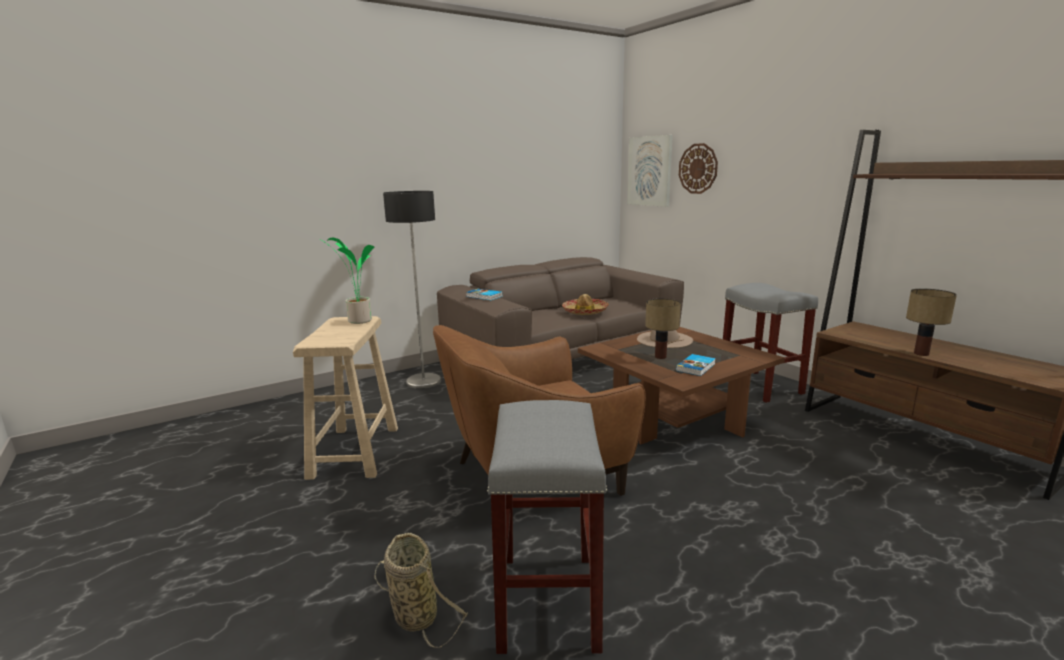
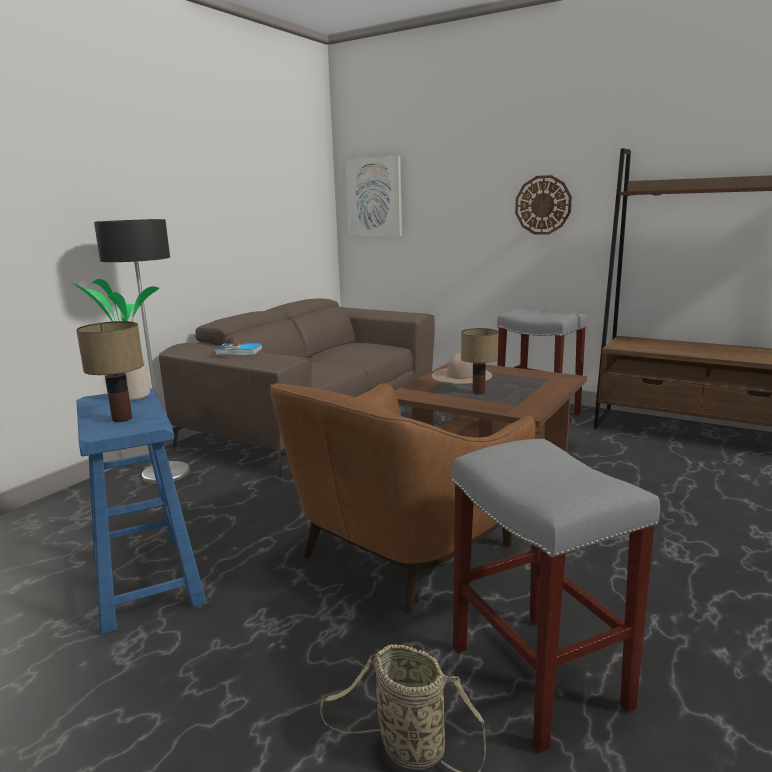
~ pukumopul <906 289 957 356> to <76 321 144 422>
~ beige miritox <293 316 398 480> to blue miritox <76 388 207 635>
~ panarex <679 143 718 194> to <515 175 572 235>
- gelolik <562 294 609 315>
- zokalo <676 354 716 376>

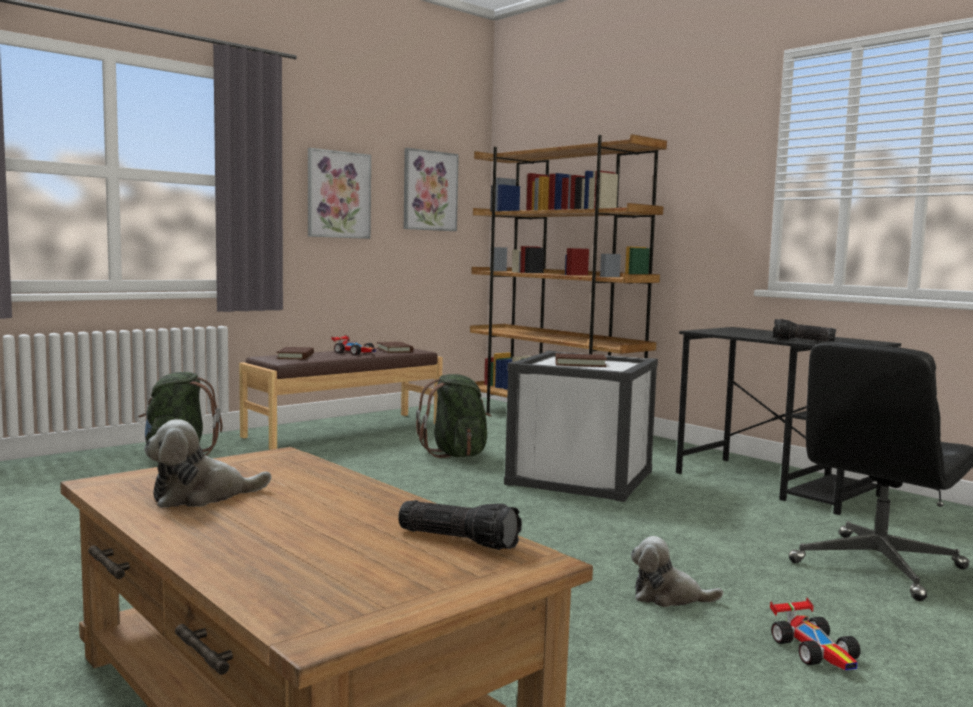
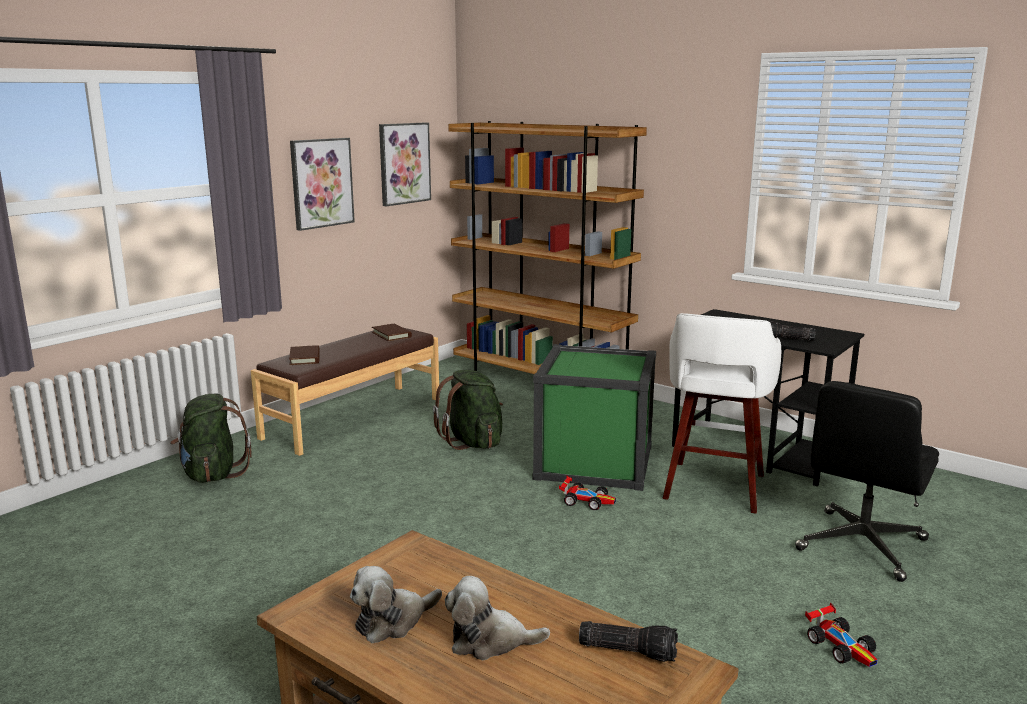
~ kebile <631 536 723 607> to <445 576 550 660>
~ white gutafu <504 350 658 502> to green gutafu <533 344 656 491>
~ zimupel <331 335 376 355> to <559 475 616 510>
+ white miritox <663 313 781 513>
- brown zokalo <555 353 607 367>

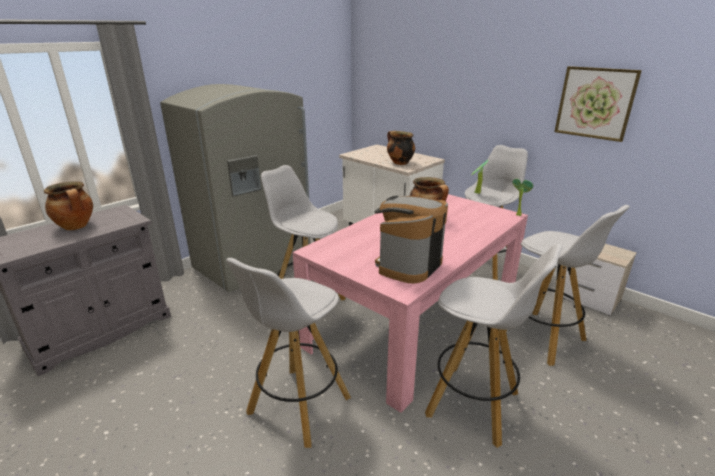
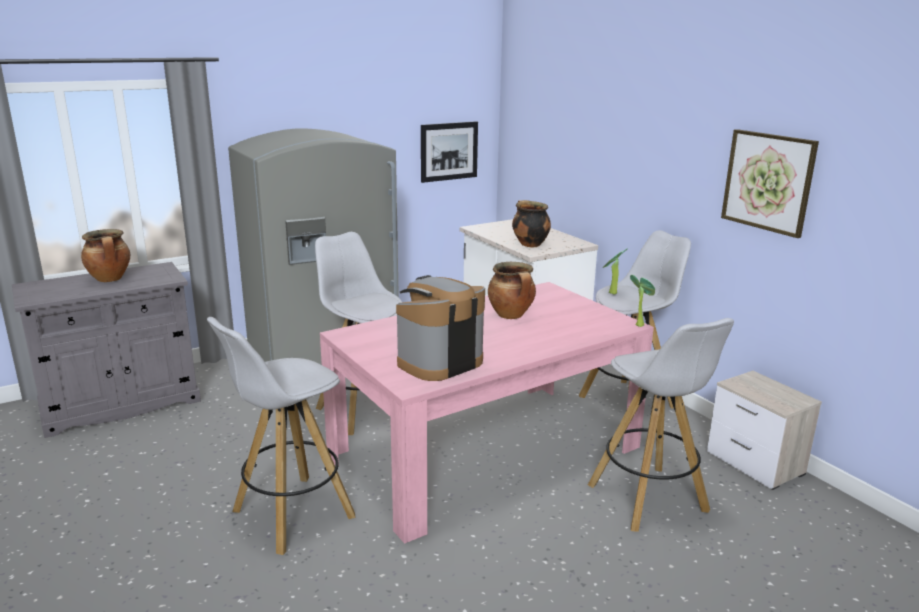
+ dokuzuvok <421 121 478 183>
- white miritox <425 244 562 448>

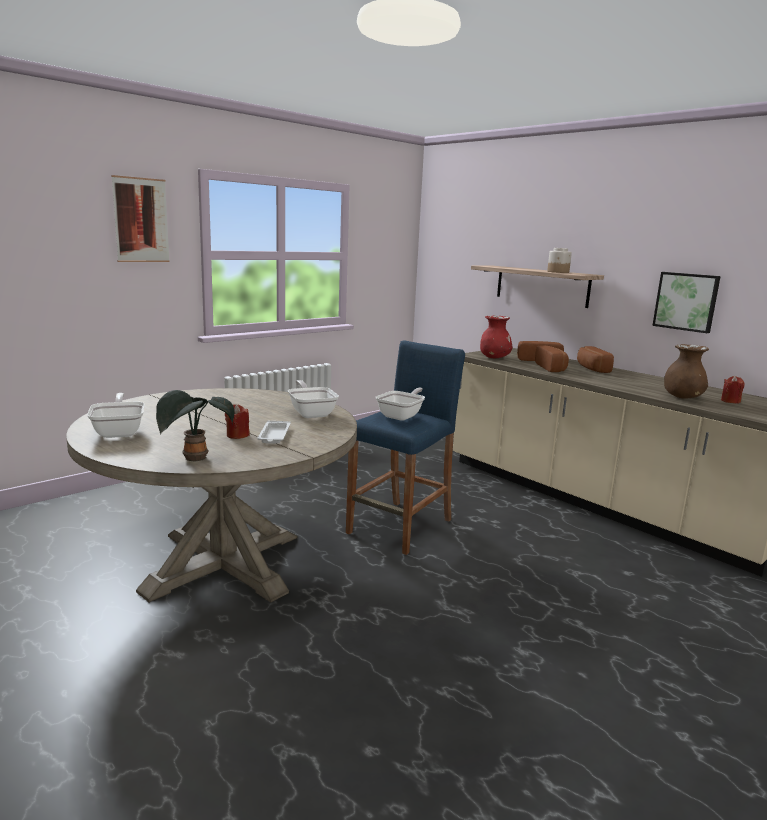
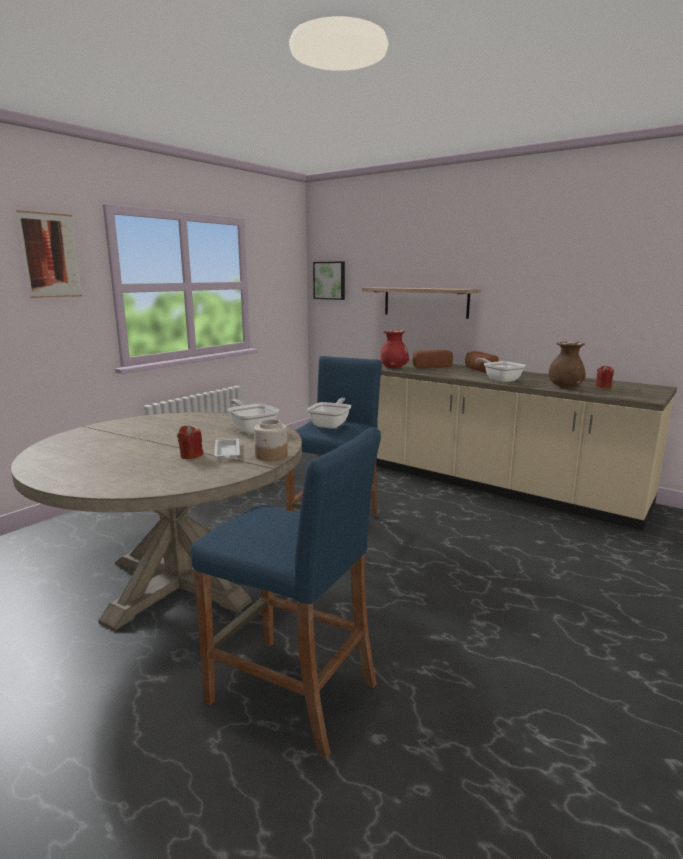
+ blue miritox <190 427 381 759>
~ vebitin <547 248 572 273> to <254 419 288 461>
~ dokuzuvok <652 272 721 333> to <313 261 345 300>
~ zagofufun <87 393 144 438> to <476 358 526 382>
- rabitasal <156 390 234 461>
- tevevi <535 346 569 372>

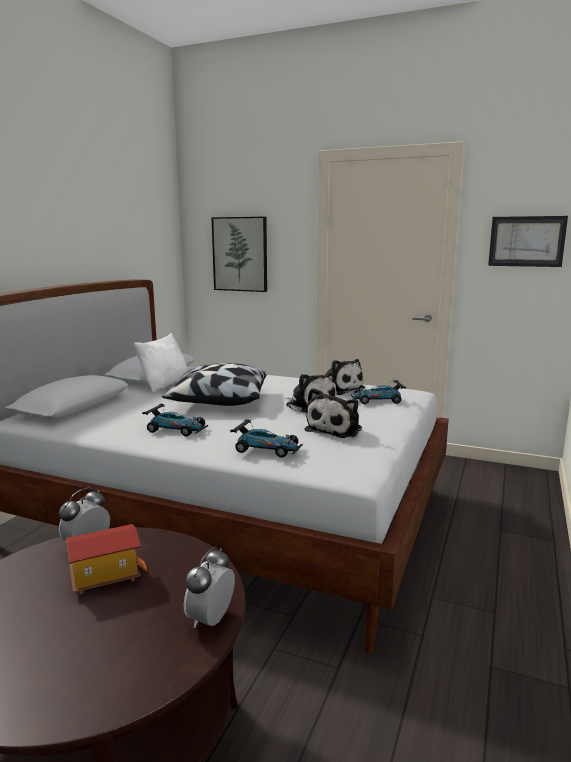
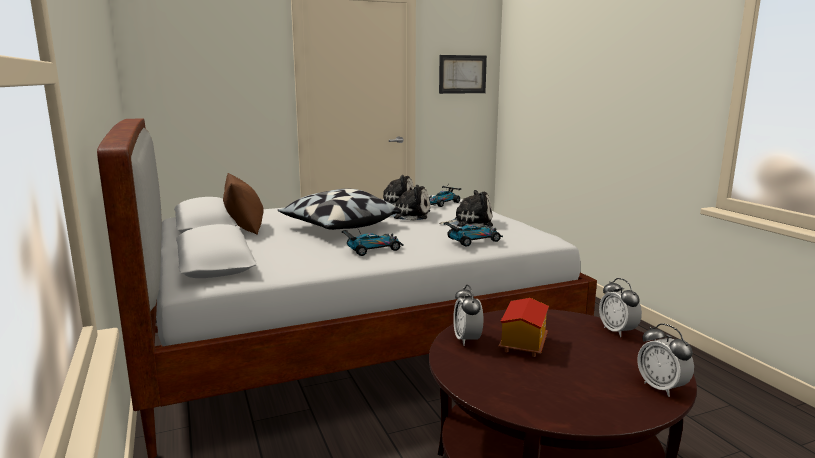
~ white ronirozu <134 333 187 392> to brown ronirozu <223 173 264 235>
~ kebile <304 388 362 438> = <439 190 493 228> 75 degrees counterclockwise
+ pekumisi <637 323 694 397>
- dokuzuvok <211 217 267 292>

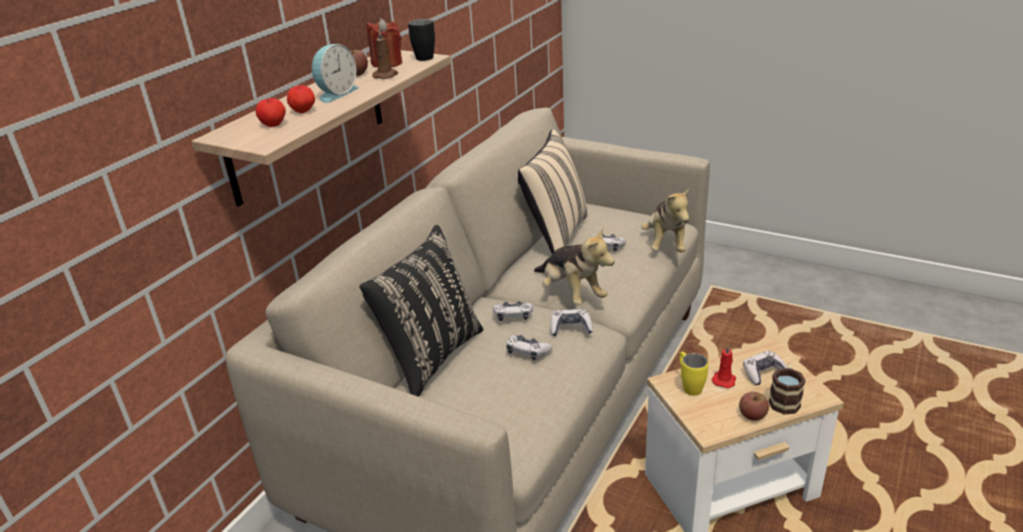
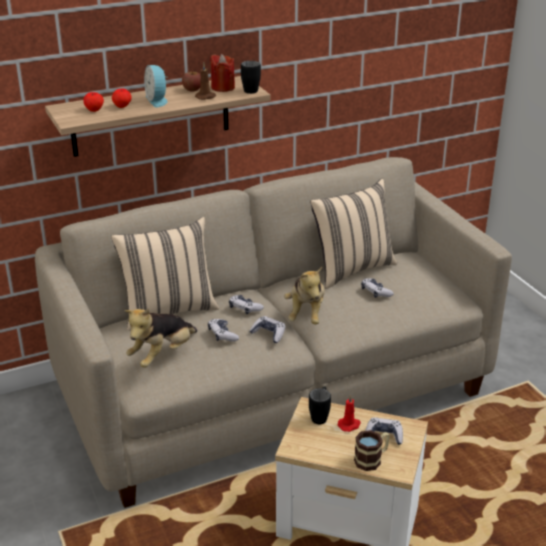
~ black ronirozu <359 225 483 397> to beige ronirozu <111 217 220 331>
~ kebile <641 187 690 252> to <124 309 197 368>
~ pekumisi <312 44 359 103> = <144 65 168 108> 90 degrees clockwise
~ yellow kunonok <680 352 709 396> to black kunonok <309 386 331 424>
- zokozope <739 392 769 421>

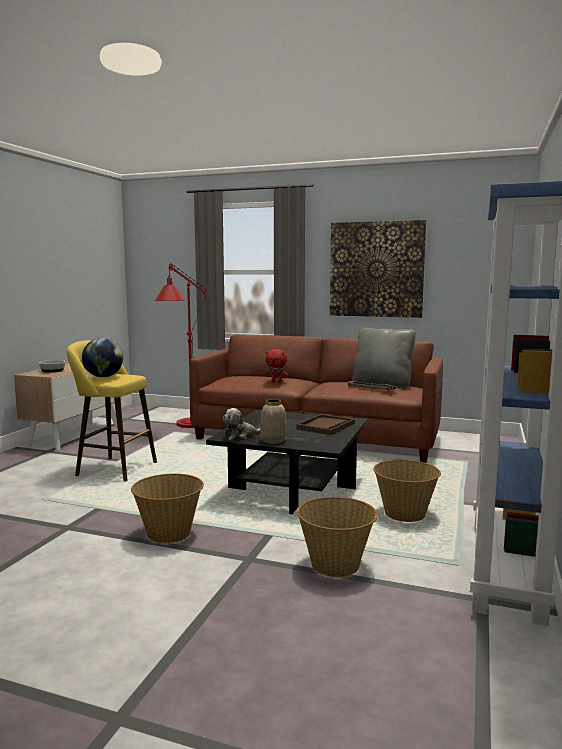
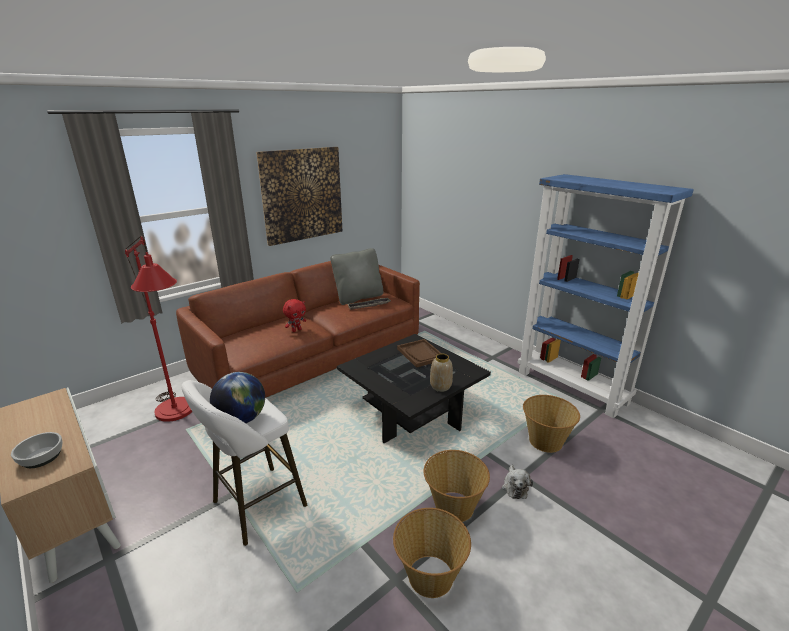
~ yellow miritox <67 340 157 481> to white miritox <181 380 307 546>
~ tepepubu <373 460 441 522> to <393 508 471 598>
~ kebile <222 408 260 441> to <502 465 533 499>

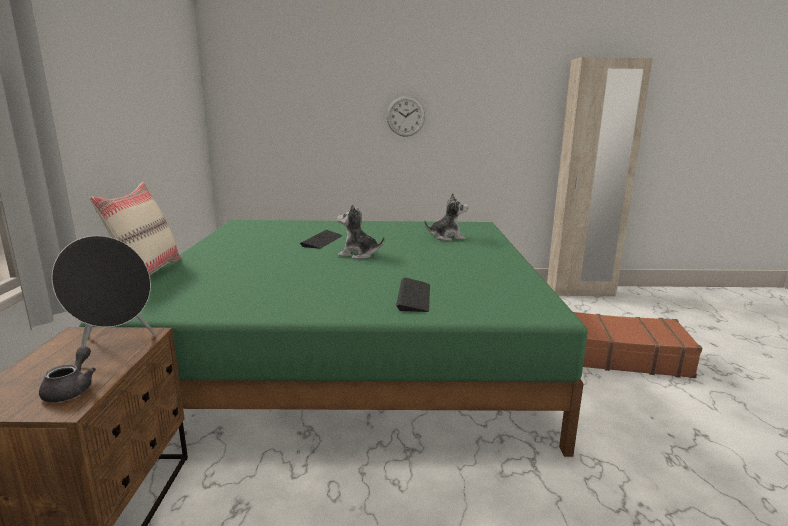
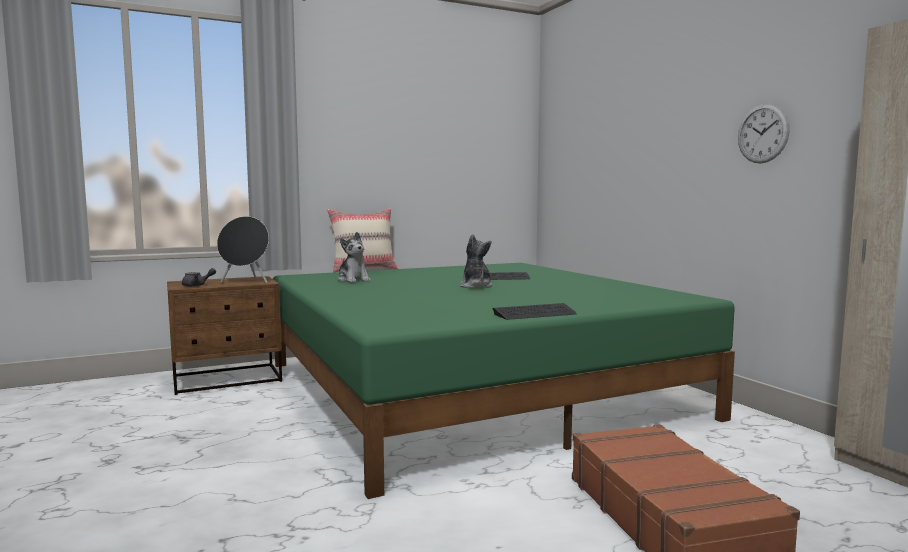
~ kebile <424 192 468 241> to <338 232 371 283>
~ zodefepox <396 277 430 312> to <492 303 577 320>
~ panarex <386 96 425 137> to <738 104 790 163>

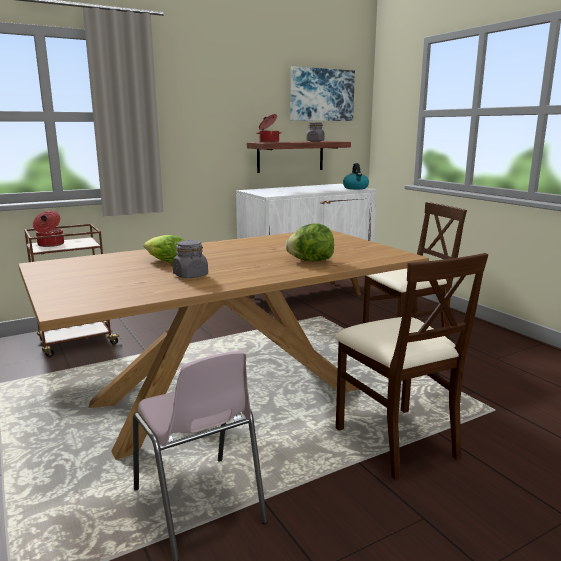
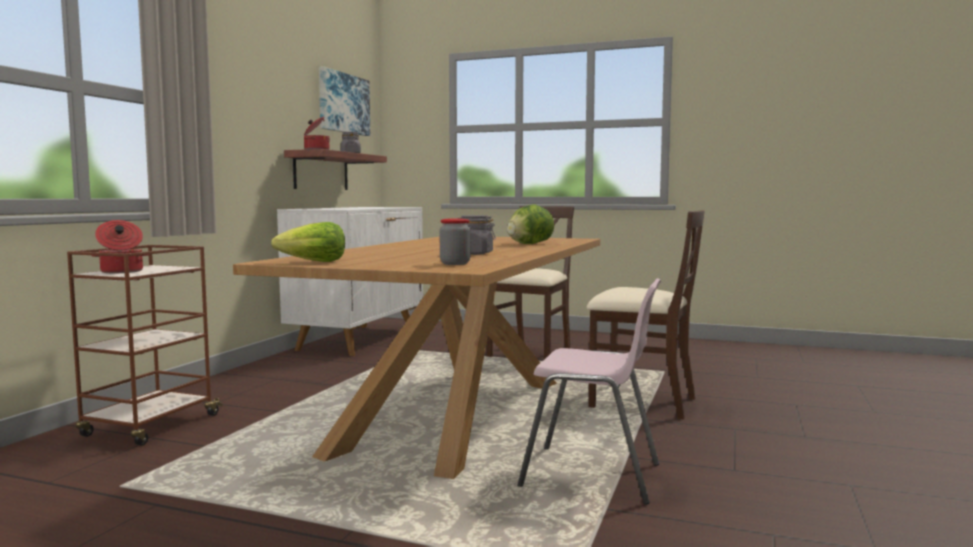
~ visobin <144 235 183 264> to <271 222 345 262>
+ vebitin <440 219 471 265>
- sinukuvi <343 163 369 189>

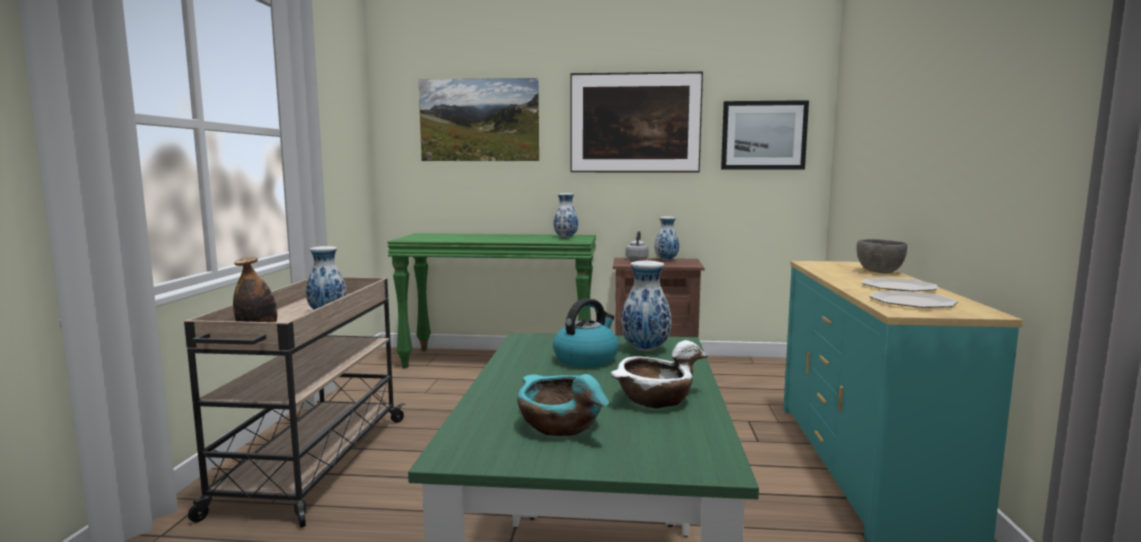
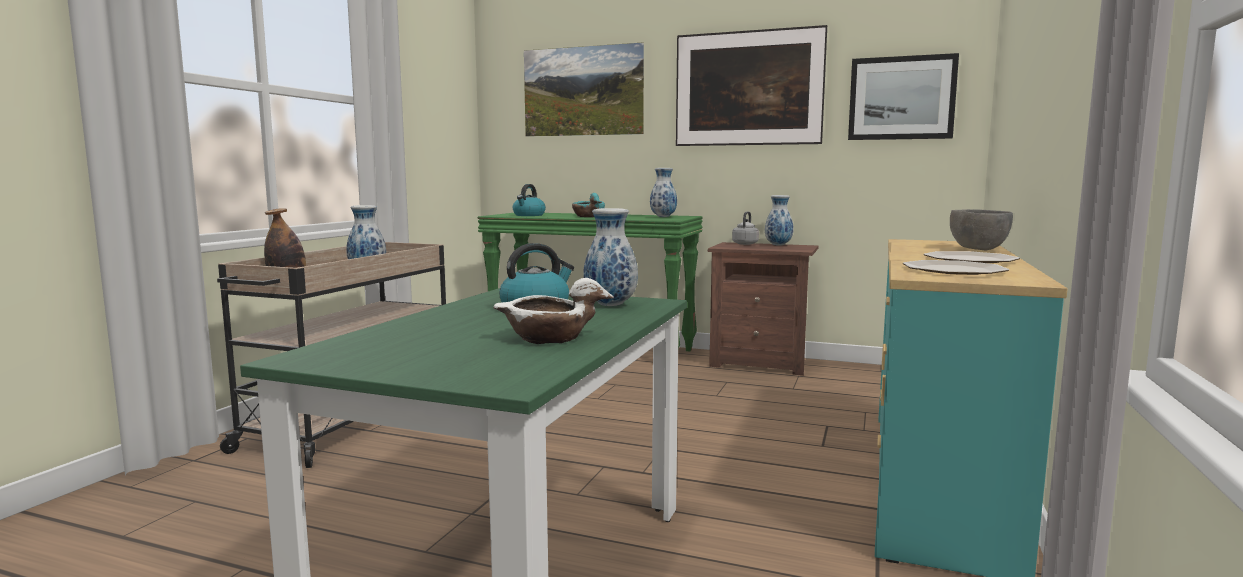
+ sinukuvi <513 184 546 216>
~ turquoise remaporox <517 374 609 436> to <572 193 605 217>

